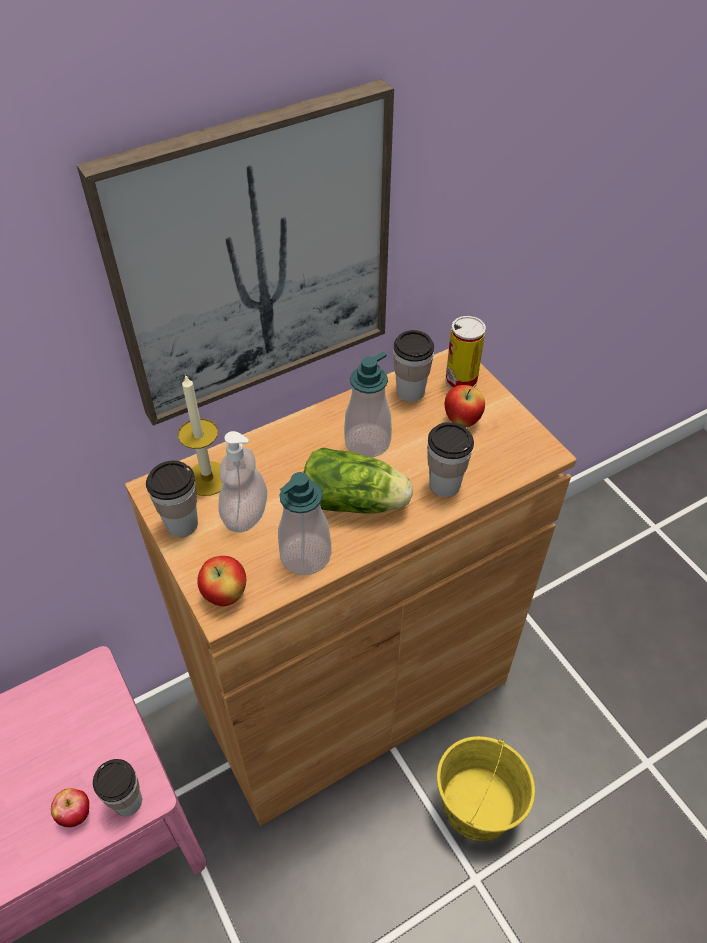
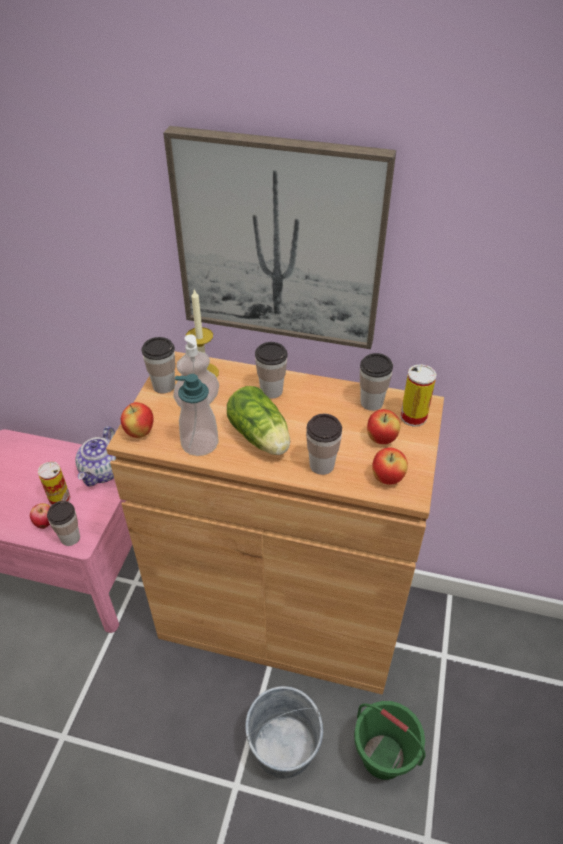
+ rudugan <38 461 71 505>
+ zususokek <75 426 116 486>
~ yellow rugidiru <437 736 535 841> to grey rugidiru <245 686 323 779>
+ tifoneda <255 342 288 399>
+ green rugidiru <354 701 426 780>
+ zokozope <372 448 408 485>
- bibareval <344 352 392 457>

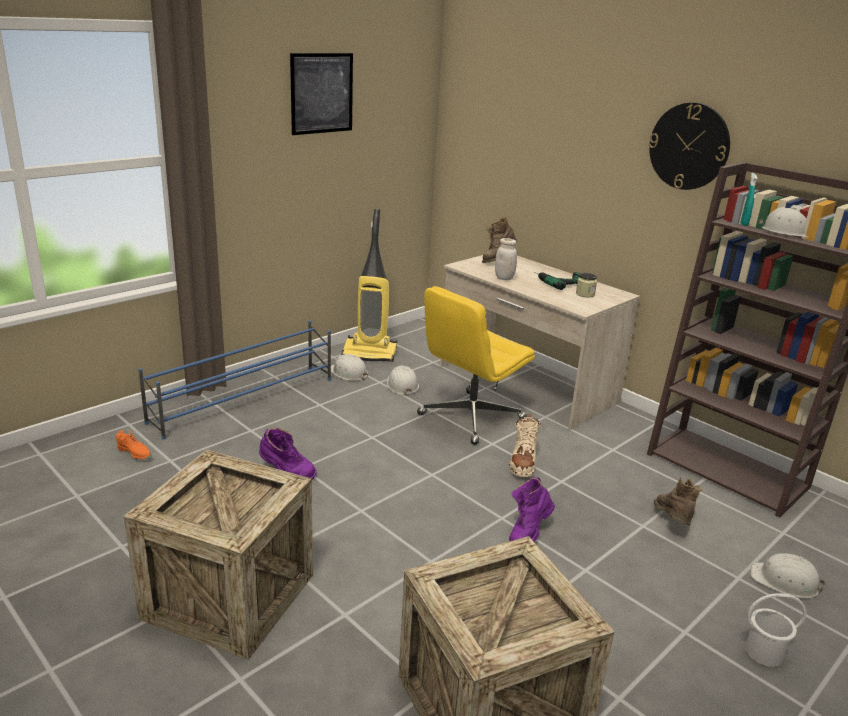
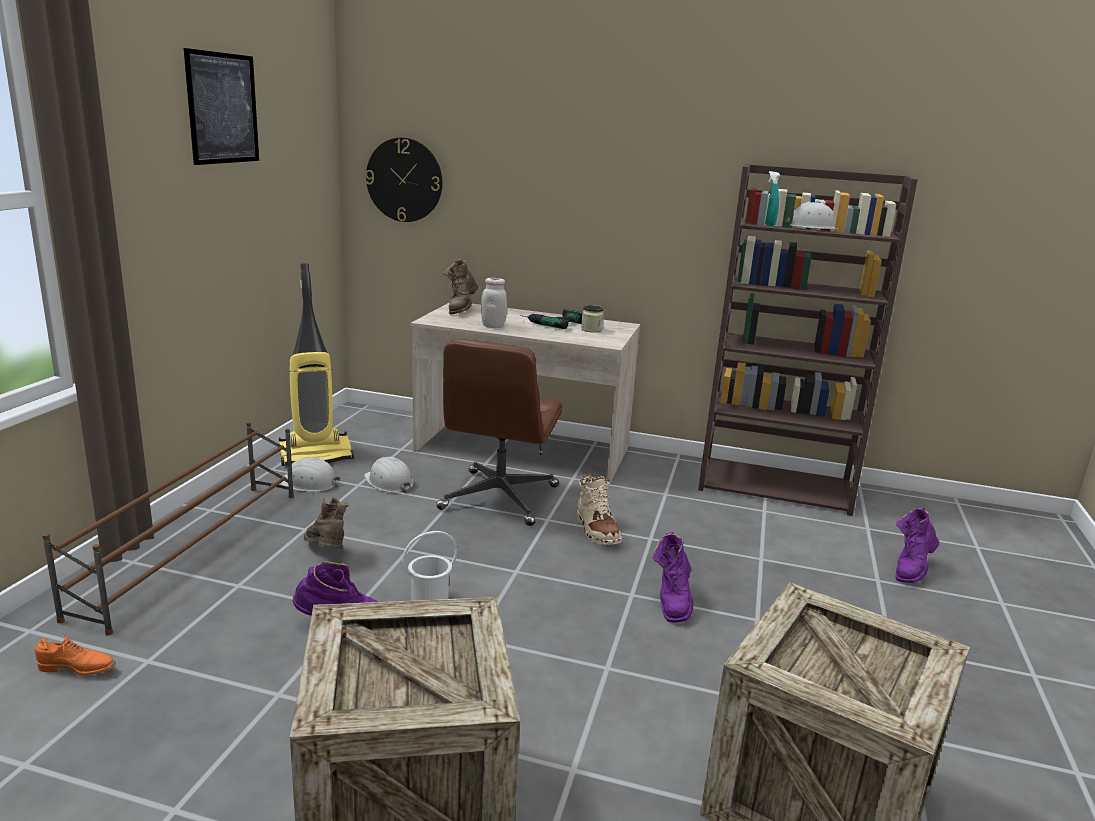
~ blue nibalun <138 320 331 439> to brown nibalun <42 422 294 635>
~ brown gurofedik <654 477 702 526> to <304 497 349 549>
~ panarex <649 102 730 190> to <365 138 443 222>
~ white rugidiru <745 593 806 667> to <402 531 458 601>
~ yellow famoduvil <417 286 535 445> to brown famoduvil <436 339 562 526>
~ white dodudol <751 553 826 599> to purple gurofedik <895 507 939 583>

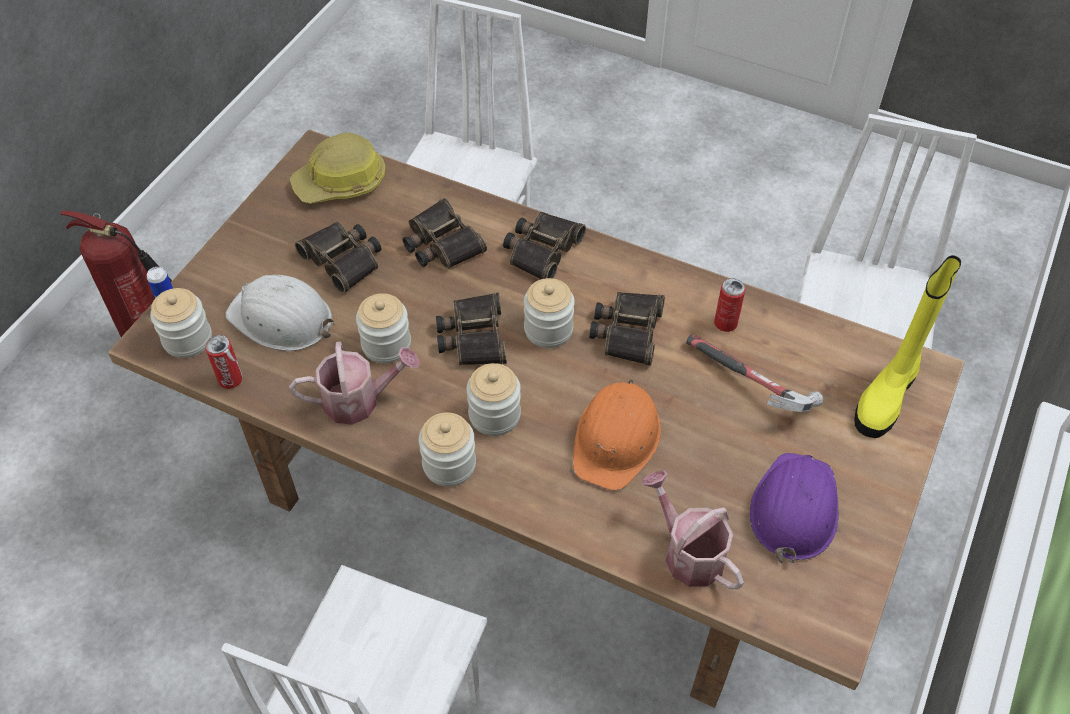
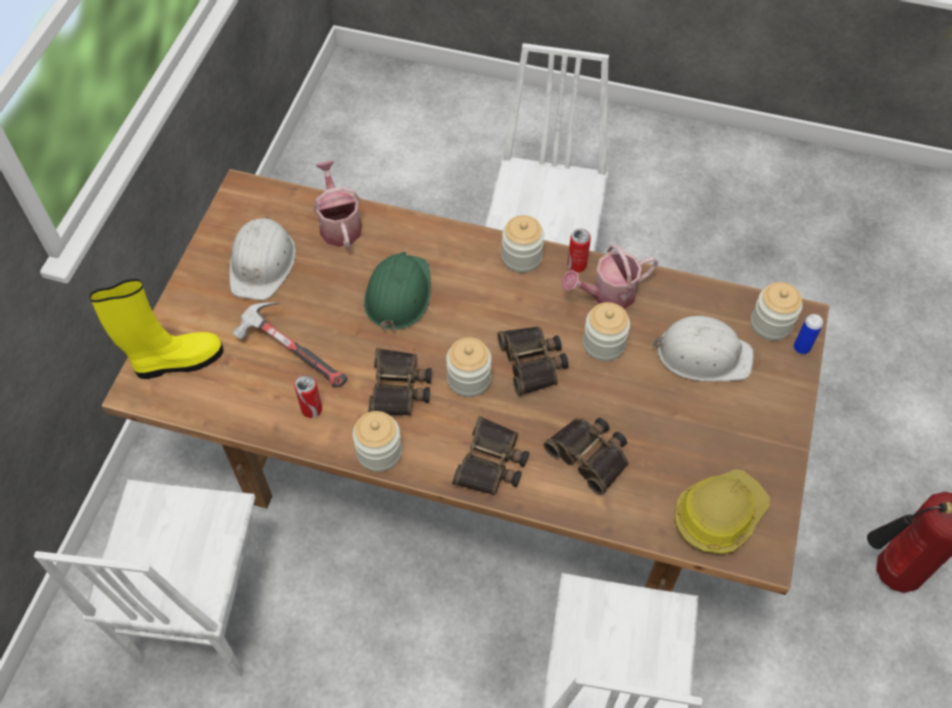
~ yellow gurofedik <854 255 961 438> = <89 279 224 379> 45 degrees clockwise
~ purple dodudol <750 453 839 563> to white dodudol <229 216 296 300>
~ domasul <642 470 744 589> = <313 161 362 249> 150 degrees counterclockwise
~ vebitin <466 363 521 436> to <353 411 402 472>
~ orange dodudol <573 379 661 490> to green dodudol <364 252 431 333>
~ rudugan <205 335 242 389> to <567 229 591 272>
- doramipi <295 221 381 293>

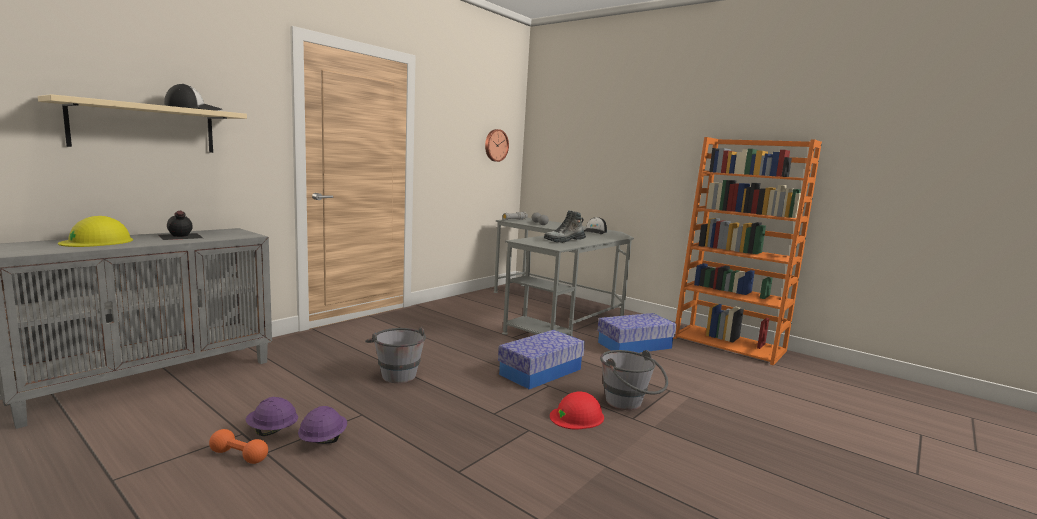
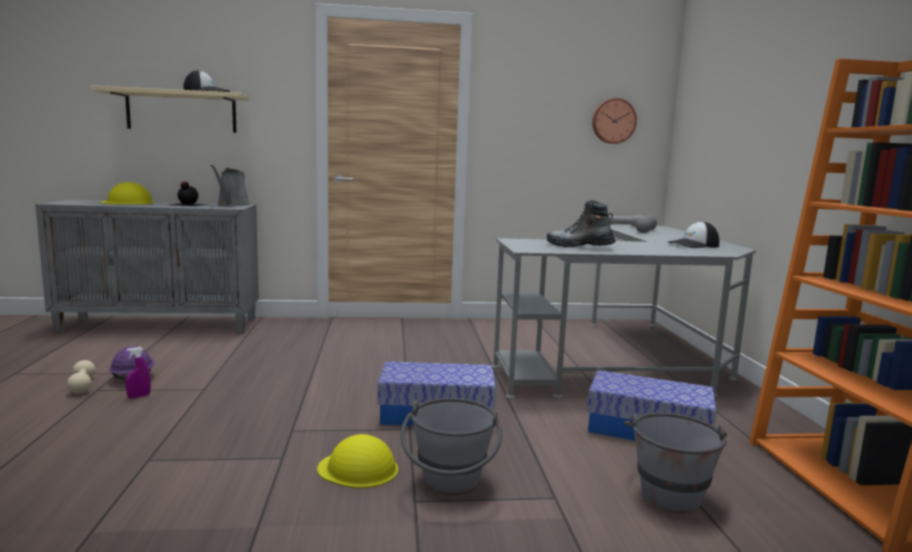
~ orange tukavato <209 429 268 464> to beige tukavato <67 360 96 394>
~ purple dodudol <298 406 347 444> to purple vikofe <125 347 151 398>
+ grey domasul <211 165 250 206>
~ red dodudol <550 391 604 430> to yellow dodudol <317 434 398 488>
~ grey rugidiru <365 327 426 383> to <624 413 727 513>

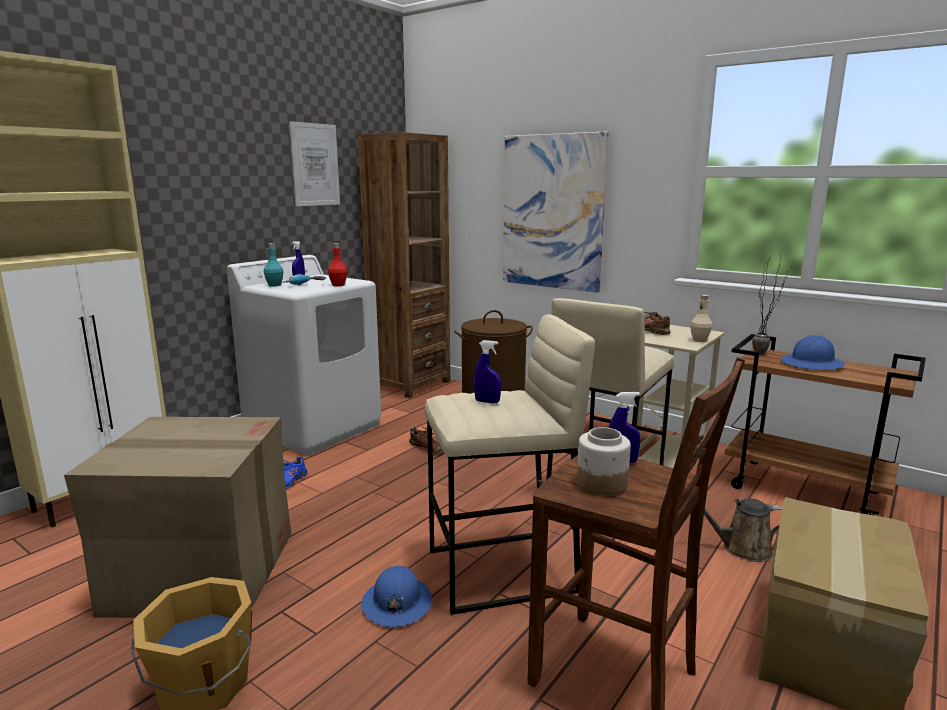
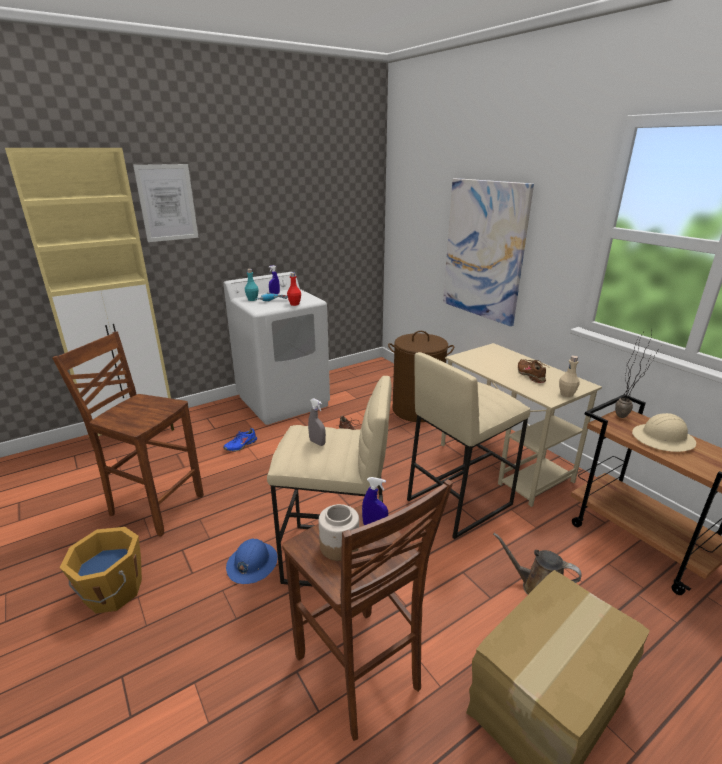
~ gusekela <64 417 291 618> to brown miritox <52 331 204 537>
~ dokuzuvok <289 121 340 206> to <133 164 199 242>
~ blue vikofe <474 340 501 404> to grey vikofe <308 398 326 446>
~ blue dodudol <781 335 845 370> to beige dodudol <632 413 696 452>
- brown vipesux <358 132 450 398>

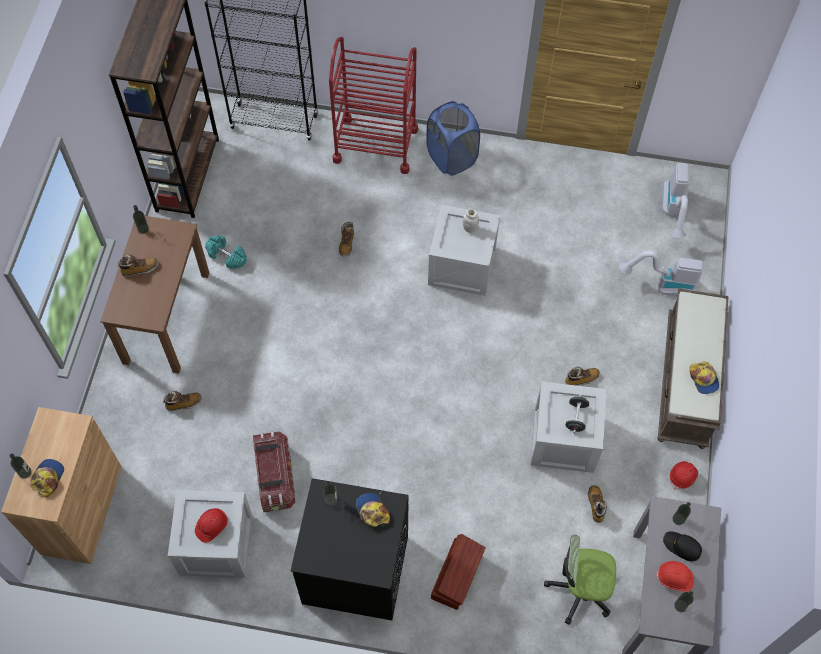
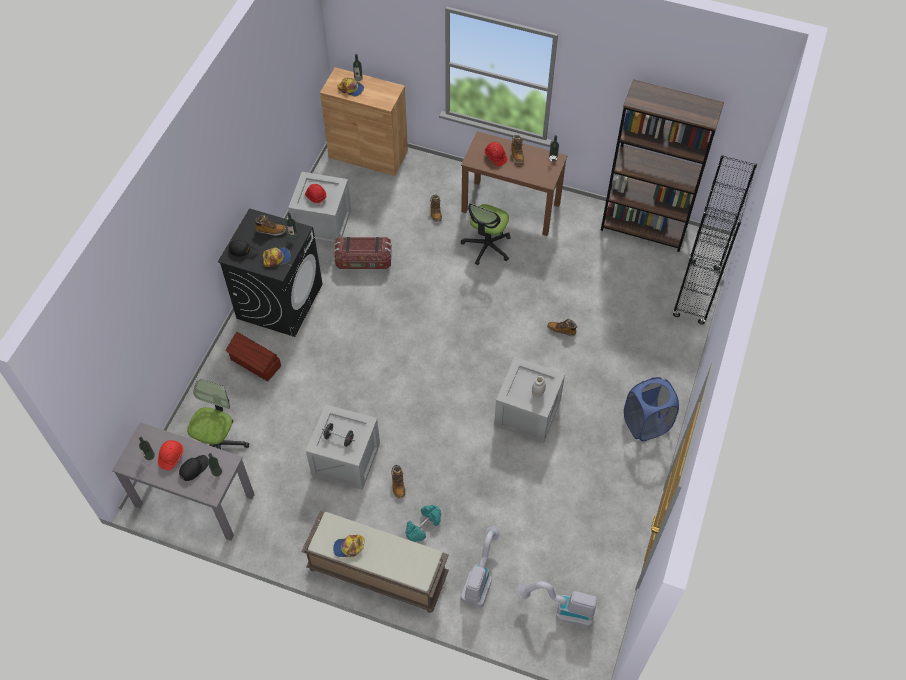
+ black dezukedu <229 240 258 259>
~ gurofedik <588 485 607 523> to <254 215 286 236>
~ turquoise tukavato <205 235 247 269> to <405 505 441 542>
+ famoduvil <461 203 511 265>
~ red dodudol <670 461 698 489> to <485 142 507 166>
- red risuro <329 37 418 174>

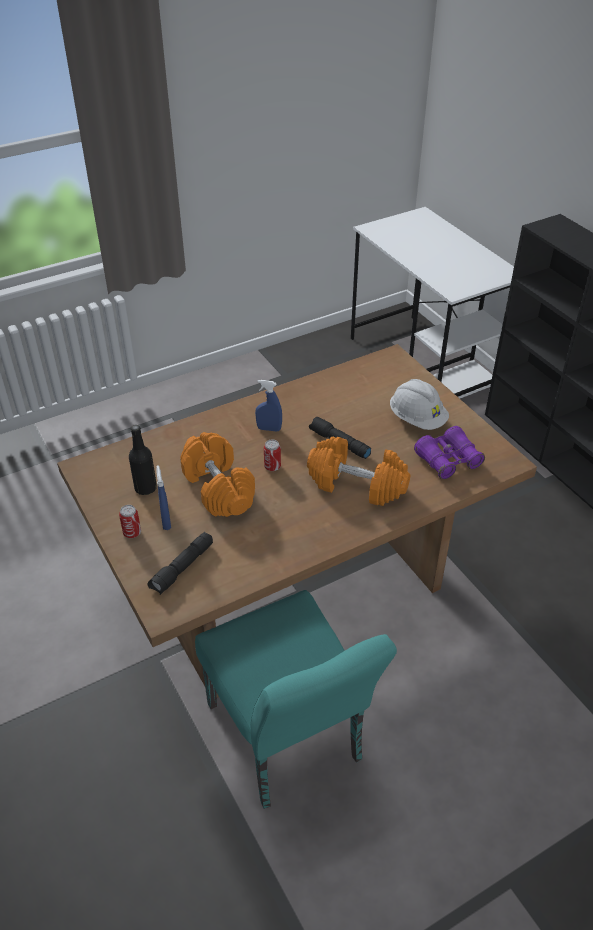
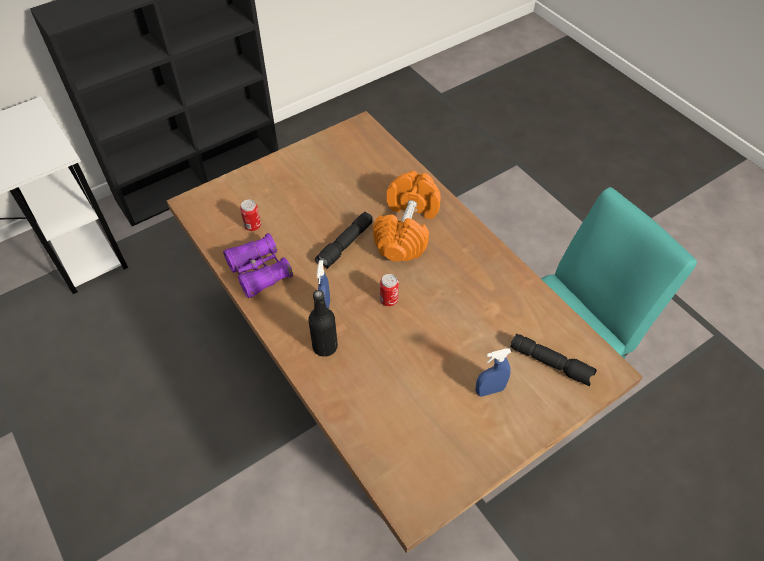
~ purple doramipi <414 426 485 479> to <223 233 293 298>
~ rudugan <119 505 141 538> to <240 199 261 231>
~ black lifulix <129 425 157 495> to <308 290 338 357>
- orange tukavato <180 432 255 517>
- white dodudol <390 379 449 430>

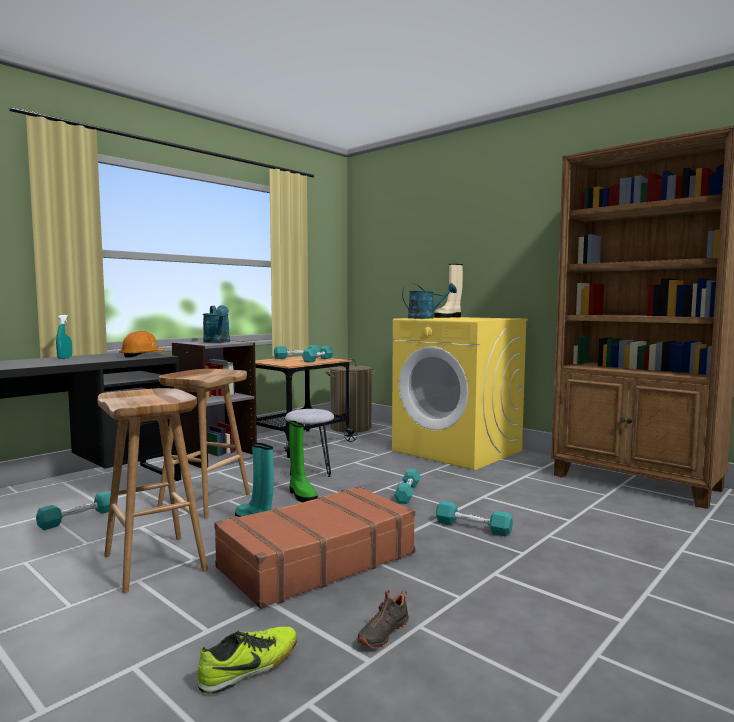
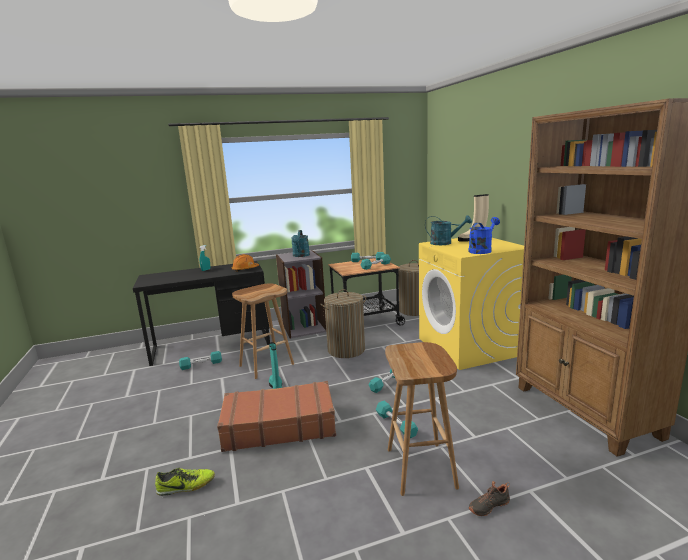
~ grey miritox <285 409 334 478> to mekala <320 289 366 358>
~ brown miritox <98 388 208 594> to <385 342 459 496>
+ blue domasul <468 217 500 254>
~ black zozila <358 589 409 648> to <469 481 510 516>
- green gurofedik <289 421 318 502>

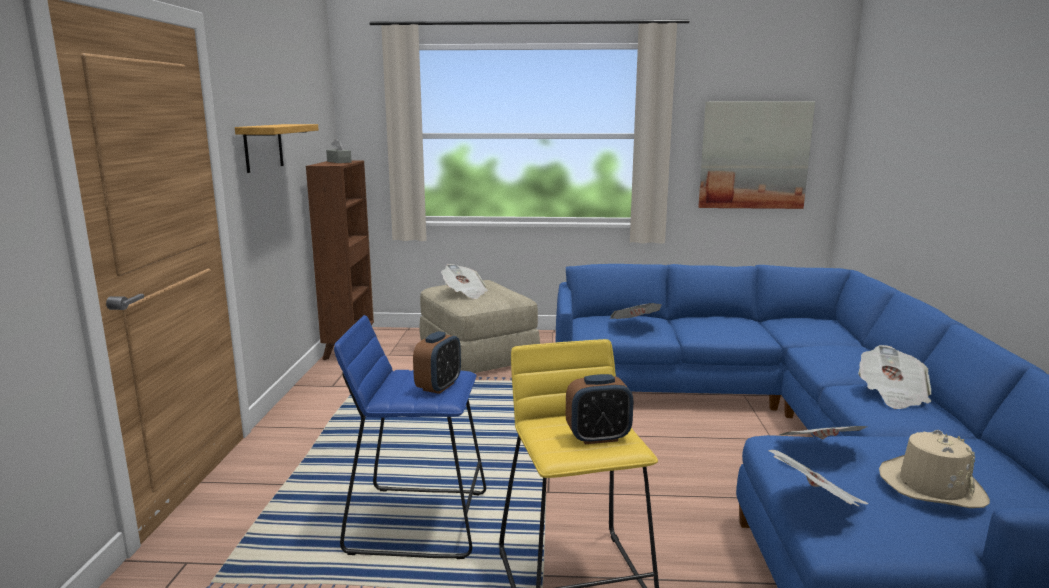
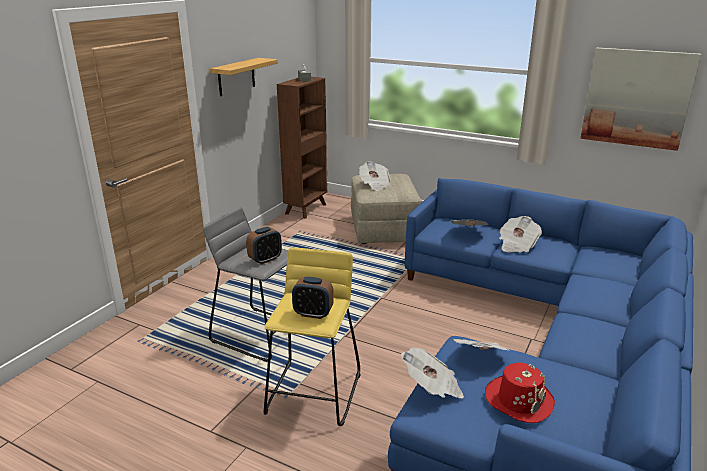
~ blue miritox <334 315 486 559> to grey miritox <203 207 289 362>
~ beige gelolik <879 430 990 508> to red gelolik <485 363 555 423>
~ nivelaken <858 345 931 409> to <499 216 542 253>

